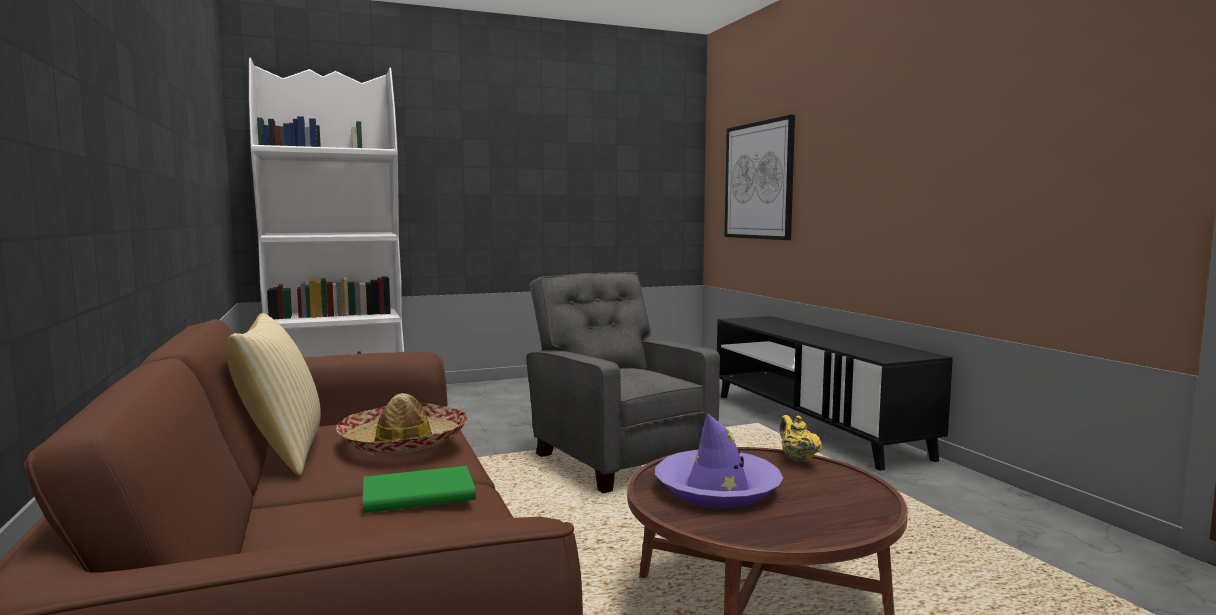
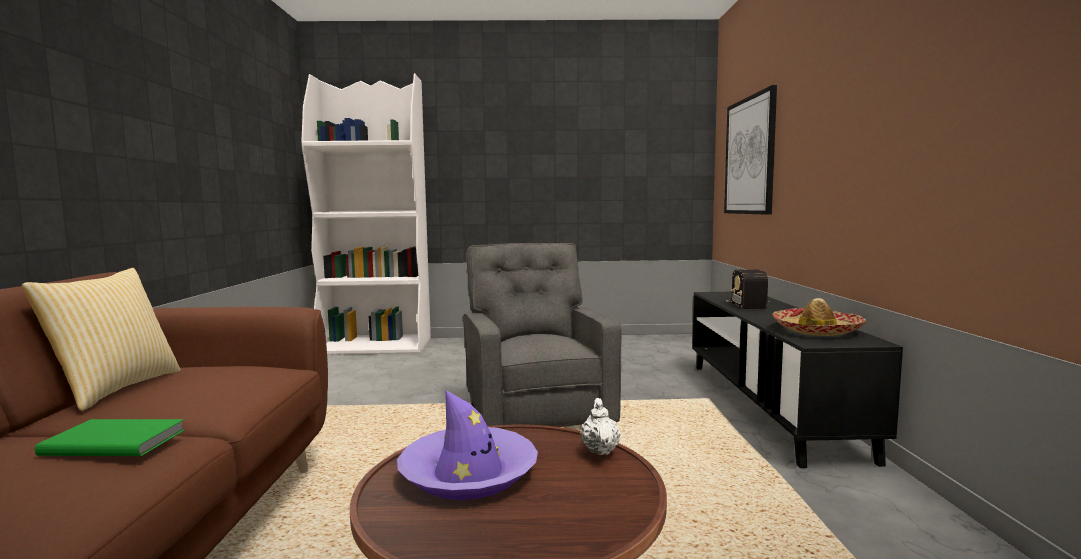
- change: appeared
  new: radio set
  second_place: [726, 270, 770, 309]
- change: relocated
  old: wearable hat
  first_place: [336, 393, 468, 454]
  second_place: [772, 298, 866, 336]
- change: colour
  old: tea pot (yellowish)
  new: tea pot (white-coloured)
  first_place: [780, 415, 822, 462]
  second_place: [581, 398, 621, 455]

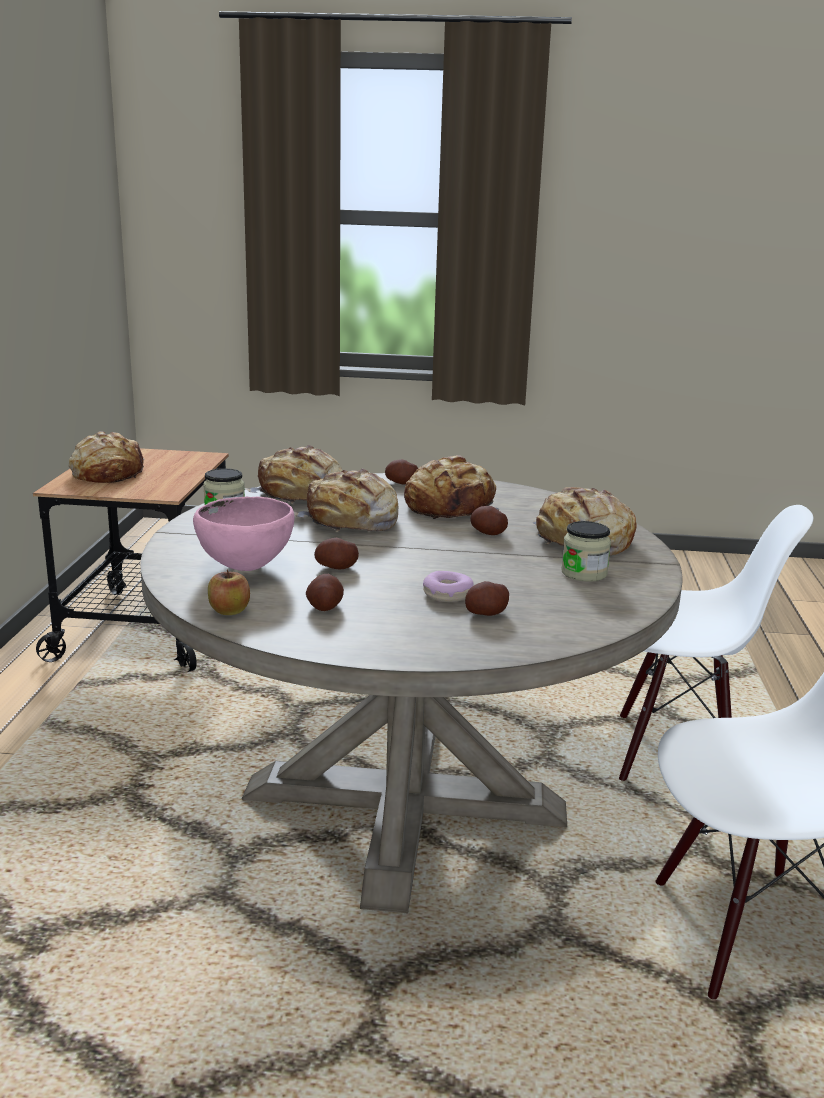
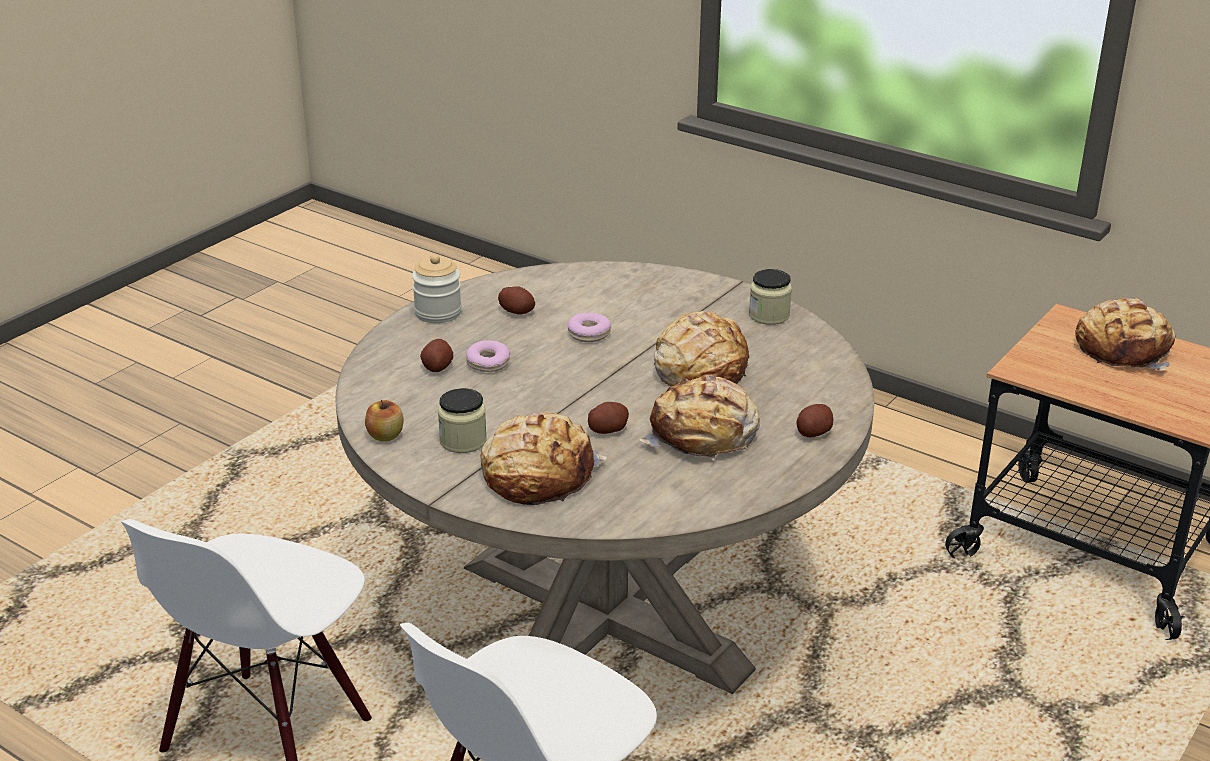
- change: missing
  old: serving bowl (pink)
  first_place: [193, 497, 294, 571]
- change: missing
  old: baked bread
  first_place: [244, 445, 342, 504]
- change: appeared
  new: preserve jar
  second_place: [412, 254, 462, 323]
- change: relocated
  old: whole apple
  first_place: [208, 569, 250, 615]
  second_place: [365, 400, 403, 442]
- change: exchanged
  old: potato
  new: donut
  first_place: [314, 538, 359, 569]
  second_place: [568, 313, 611, 342]

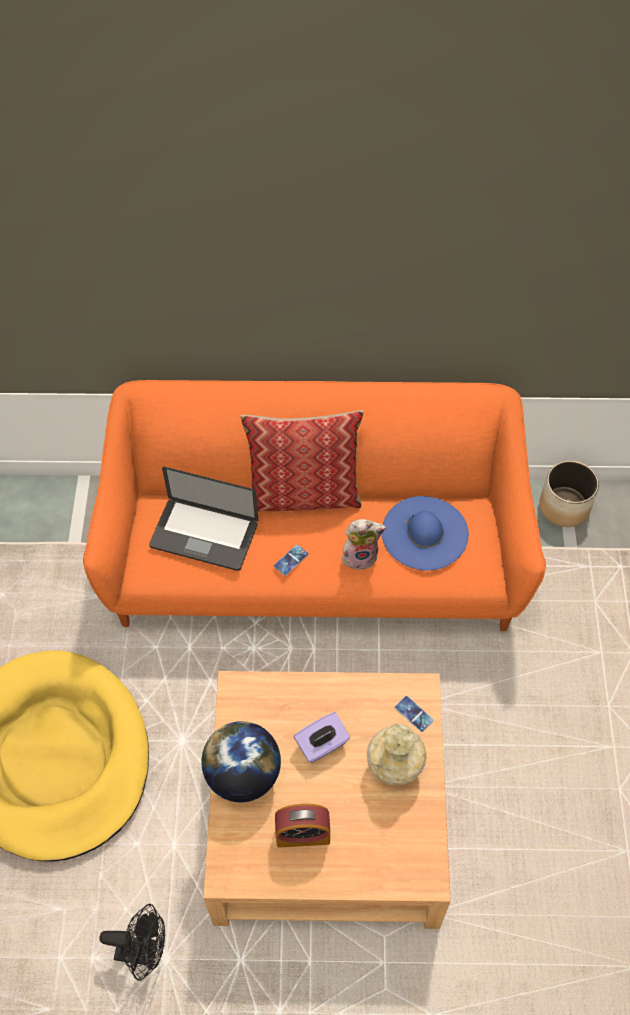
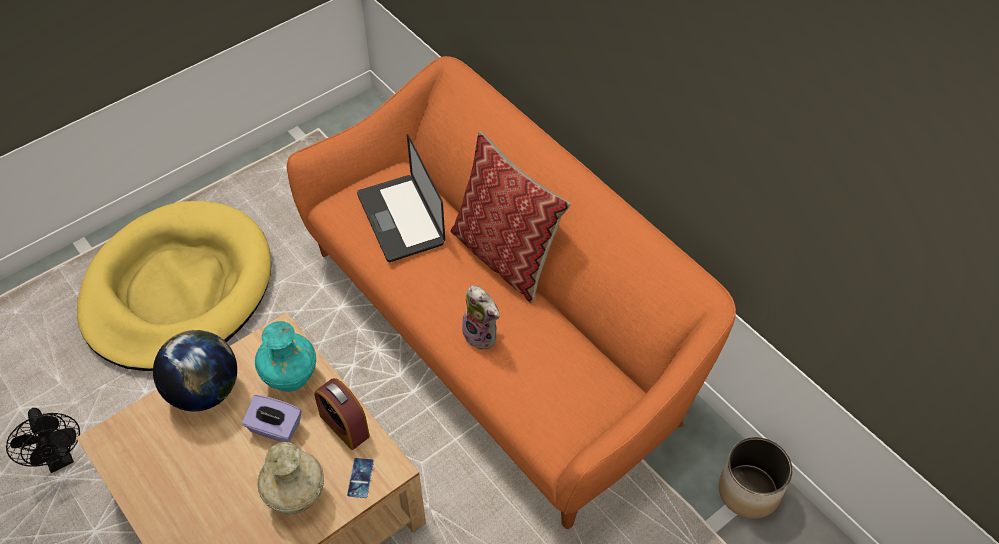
- change: missing
  old: phone
  first_place: [274, 545, 308, 576]
- change: missing
  old: wearable hat (blue)
  first_place: [382, 496, 469, 571]
- change: appeared
  new: vase (blue-green)
  second_place: [255, 321, 316, 391]
- change: relocated
  old: table clock
  first_place: [275, 804, 330, 848]
  second_place: [314, 378, 370, 450]

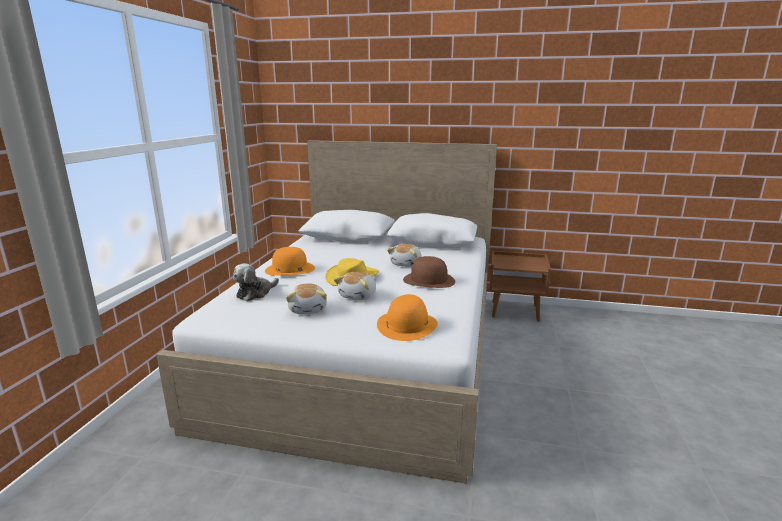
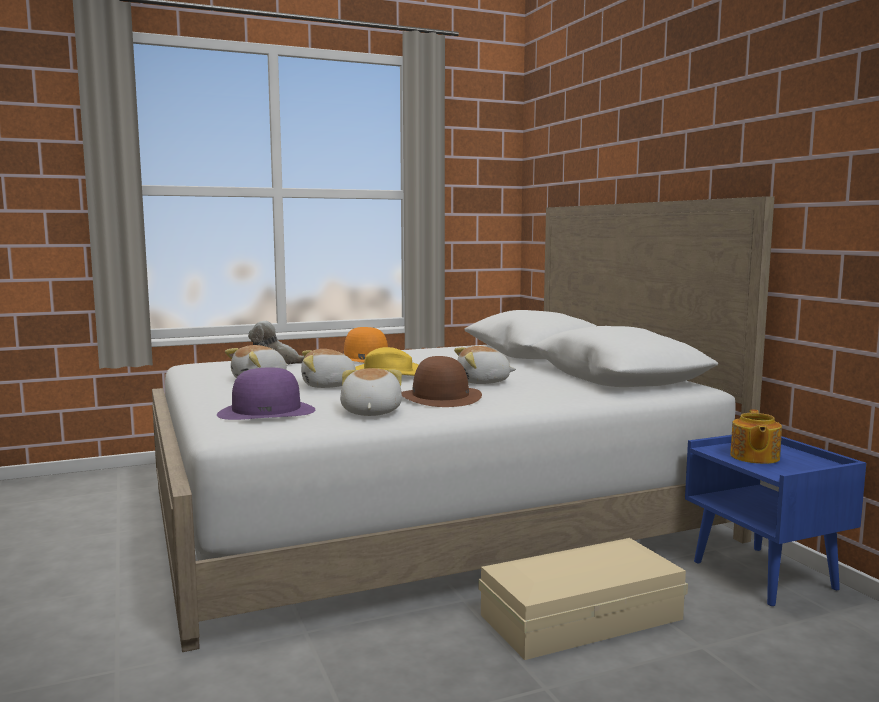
- change: appeared
  new: plush toy
  second_place: [340, 368, 402, 416]
- change: appeared
  new: storage bin (beige-coloured)
  second_place: [478, 538, 688, 660]
- change: appeared
  new: tea pot
  second_place: [730, 409, 782, 464]
- change: colour
  old: wearable hat (orangey)
  new: wearable hat (purplish)
  first_place: [377, 294, 438, 341]
  second_place: [217, 368, 315, 420]
- change: colour
  old: night table (brownish)
  new: night table (blue)
  first_place: [490, 251, 551, 322]
  second_place: [685, 435, 866, 606]

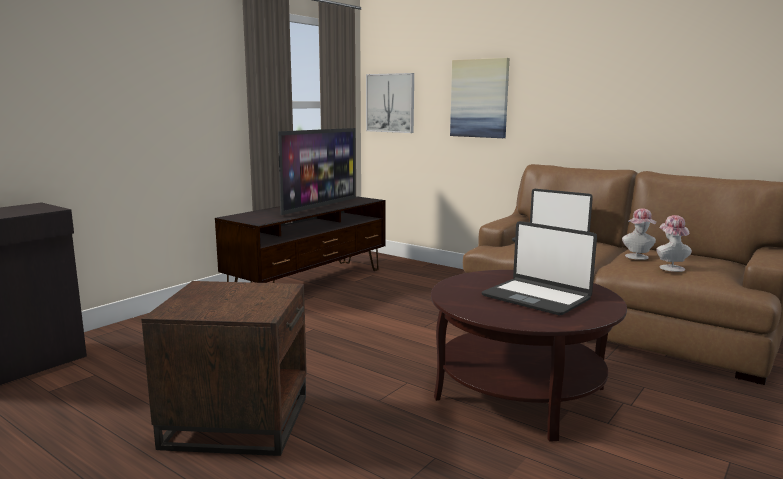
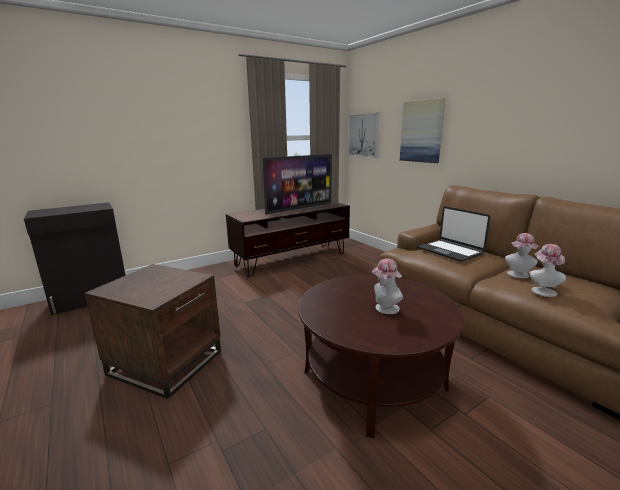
- change: exchanged
  old: notebook computer
  new: wearable hat
  first_place: [481, 221, 597, 315]
  second_place: [372, 258, 403, 314]

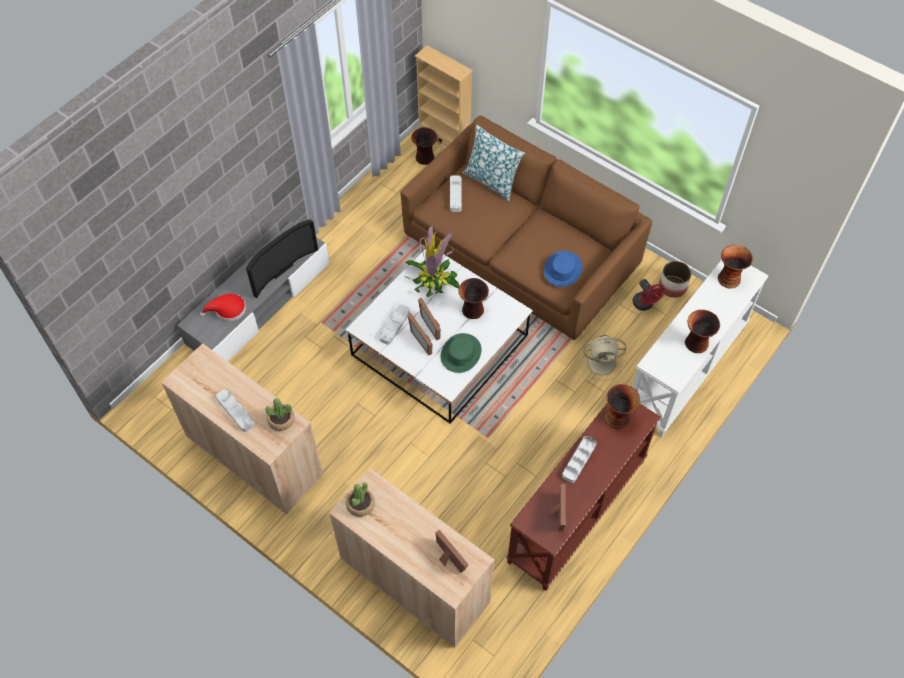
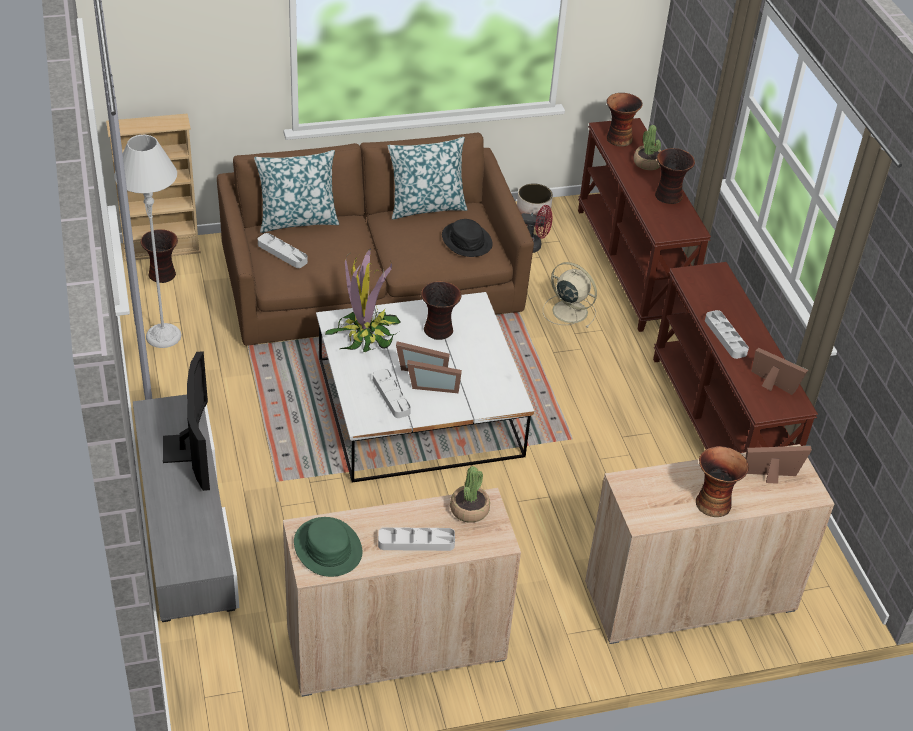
- change: missing
  old: wearable hat (red-coloured)
  first_place: [200, 293, 246, 322]
- change: appeared
  new: floor lamp (gray)
  second_place: [114, 135, 181, 348]
- change: appeared
  new: throw pillow
  second_place: [388, 137, 467, 220]
- change: relocated
  old: houseplant
  first_place: [346, 482, 375, 517]
  second_place: [634, 125, 661, 170]
- change: relocated
  old: wearable hat (green-coloured)
  first_place: [441, 333, 481, 373]
  second_place: [294, 517, 362, 577]
- change: relocated
  old: vase
  first_place: [605, 384, 640, 429]
  second_place: [696, 446, 749, 517]
- change: colour
  old: wearable hat (blue)
  new: wearable hat (black)
  first_place: [544, 251, 583, 287]
  second_place: [442, 219, 493, 257]
- change: colour
  old: console table (white-coloured)
  new: console table (brownish)
  first_place: [632, 260, 769, 437]
  second_place: [578, 118, 711, 332]
- change: spun
  old: fan (beige-coloured)
  first_place: [579, 335, 626, 380]
  second_place: [543, 262, 597, 328]
  degrees: -90

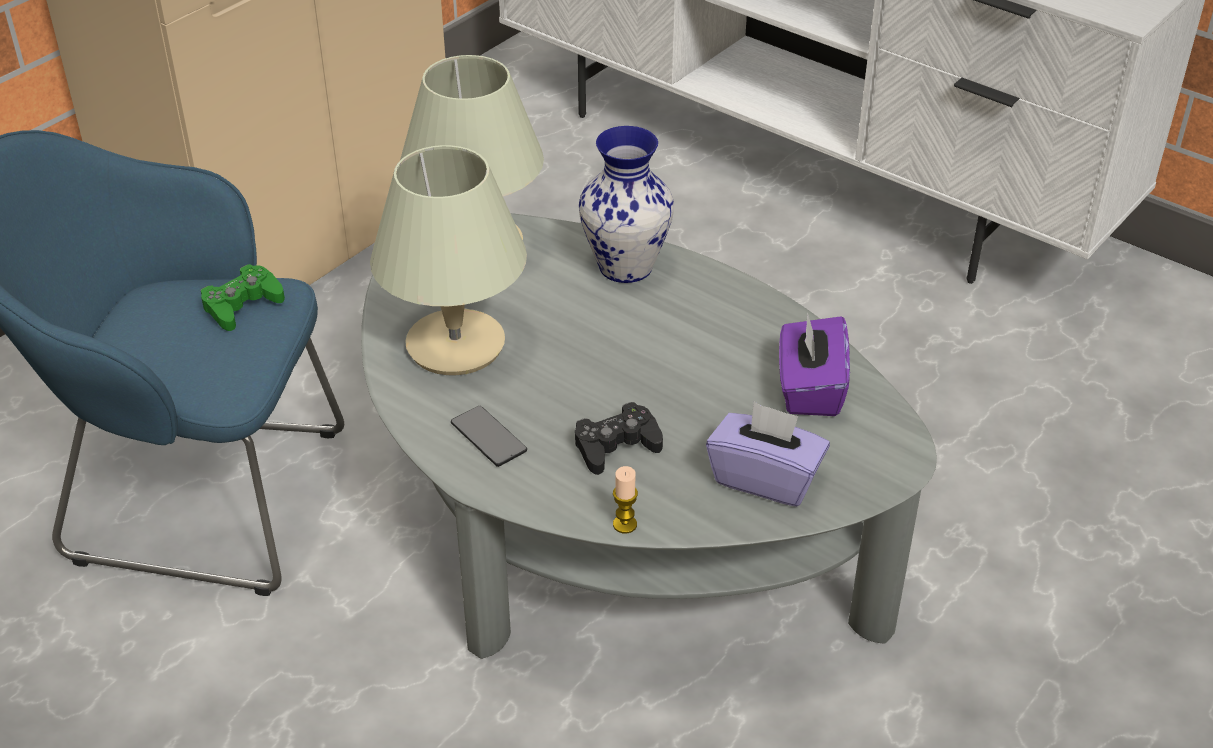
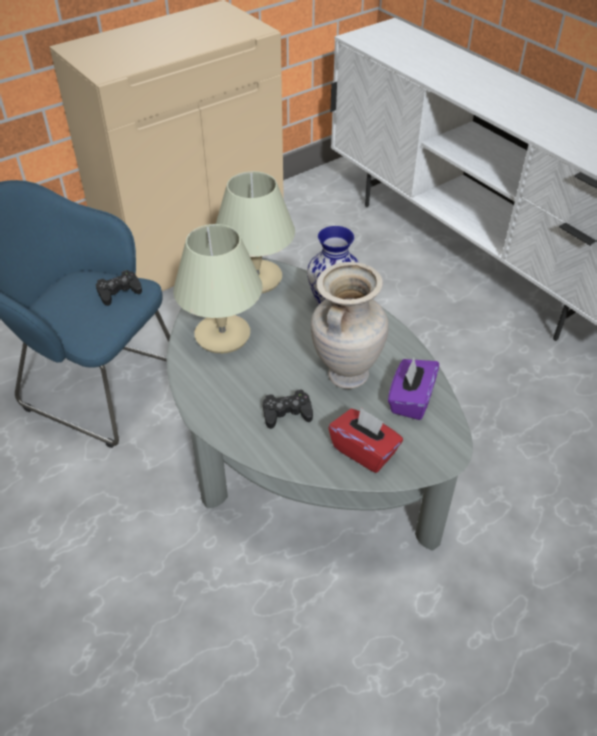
- change: missing
  old: phone
  first_place: [451, 406, 527, 467]
- change: missing
  old: wax light
  first_place: [613, 466, 638, 534]
- change: appeared
  new: vase (beige-coloured)
  second_place: [311, 262, 389, 389]
- change: colour
  old: joypad (green-coloured)
  new: joypad (black)
  first_place: [201, 264, 285, 331]
  second_place: [96, 270, 142, 306]
- change: colour
  old: box of tissues (purplish)
  new: box of tissues (red-coloured)
  first_place: [706, 402, 830, 507]
  second_place: [329, 408, 403, 473]

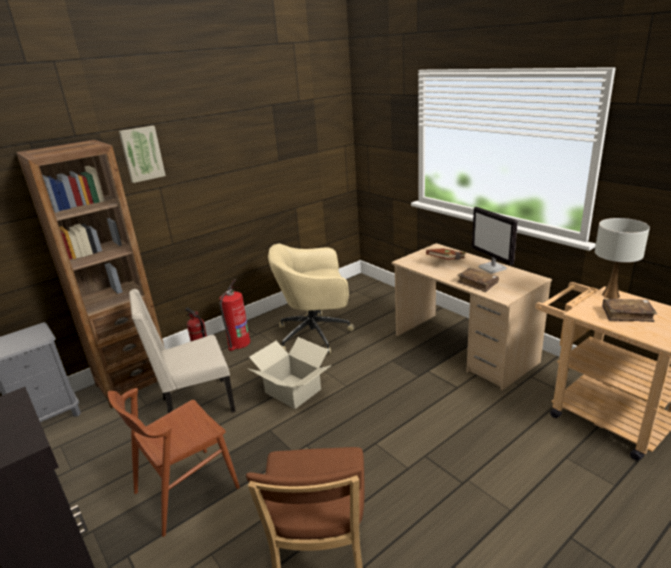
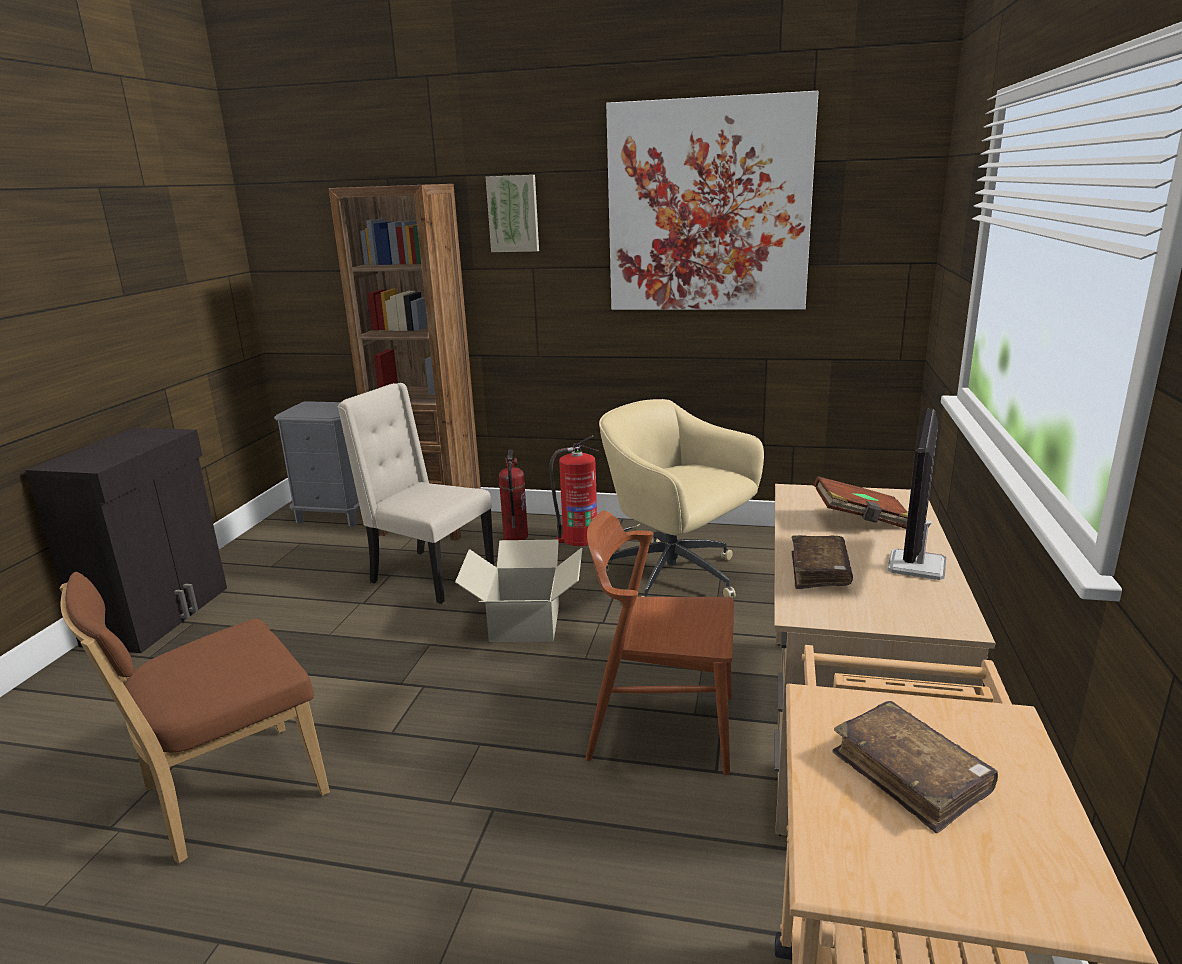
- change: missing
  old: table lamp (white-coloured)
  first_place: [595, 218, 650, 299]
- change: appeared
  new: picture
  second_place: [606, 91, 819, 310]
- change: relocated
  old: plain chair (brownish)
  first_place: [108, 388, 240, 537]
  second_place: [585, 511, 734, 775]

